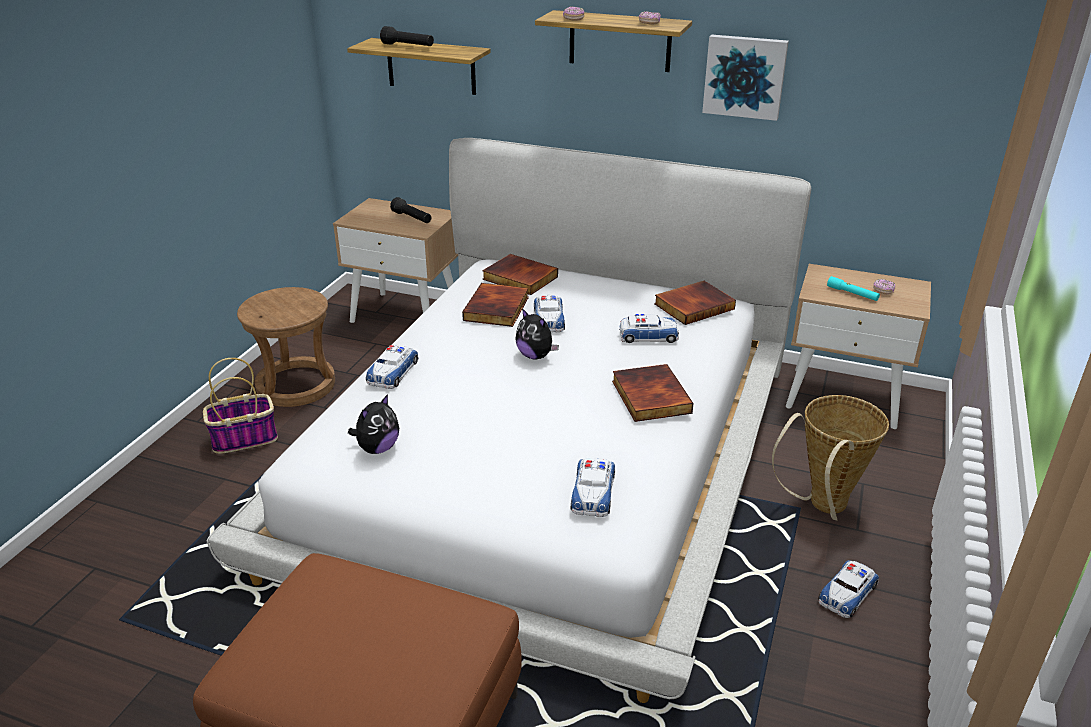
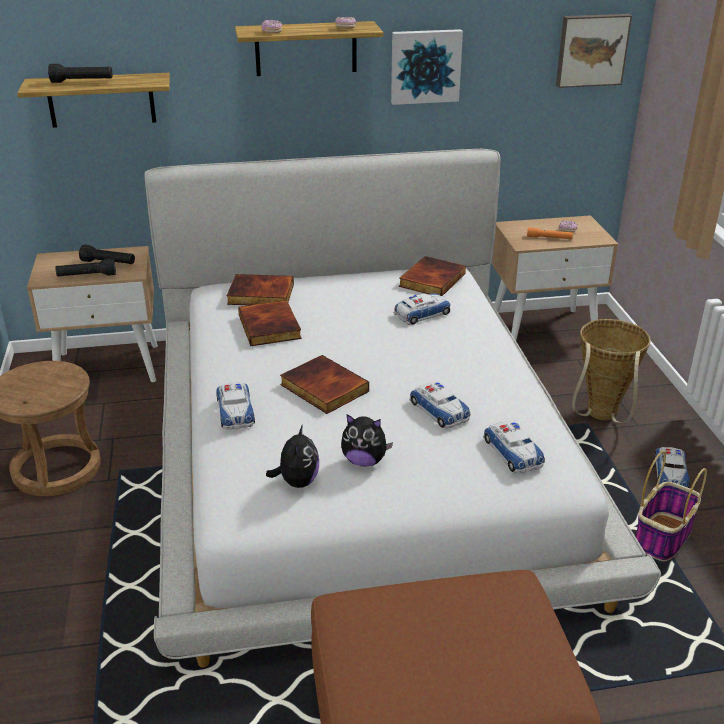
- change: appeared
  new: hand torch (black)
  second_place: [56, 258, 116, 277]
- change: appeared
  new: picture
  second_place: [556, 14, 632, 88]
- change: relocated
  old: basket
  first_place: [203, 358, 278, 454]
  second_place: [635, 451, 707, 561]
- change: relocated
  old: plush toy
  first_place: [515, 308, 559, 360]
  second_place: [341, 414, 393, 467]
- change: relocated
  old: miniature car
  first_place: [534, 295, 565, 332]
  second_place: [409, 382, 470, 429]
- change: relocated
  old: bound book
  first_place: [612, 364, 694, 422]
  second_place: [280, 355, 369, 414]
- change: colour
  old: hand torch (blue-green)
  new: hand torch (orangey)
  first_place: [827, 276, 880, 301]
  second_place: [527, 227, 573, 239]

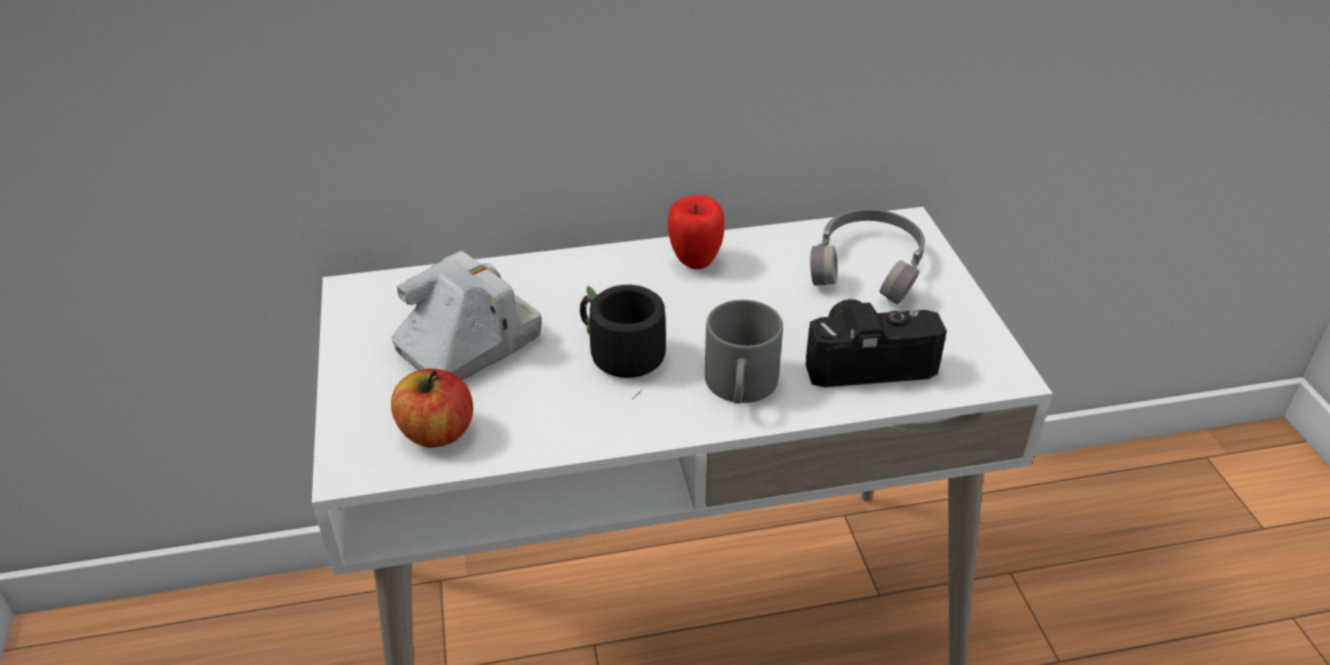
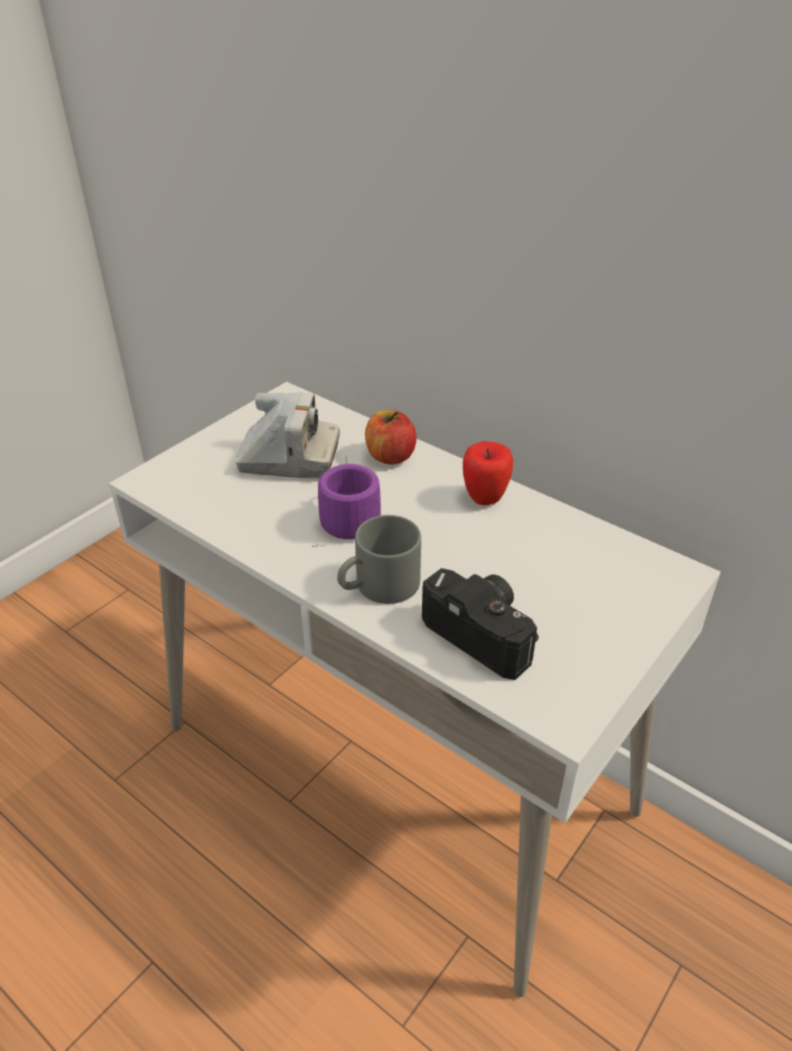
- change: missing
  old: headset (gray)
  first_place: [810, 209, 925, 305]
- change: relocated
  old: whole apple
  first_place: [391, 369, 473, 448]
  second_place: [365, 410, 417, 464]
- change: colour
  old: mug (black)
  new: mug (purplish)
  first_place: [580, 285, 666, 400]
  second_place: [312, 457, 381, 547]

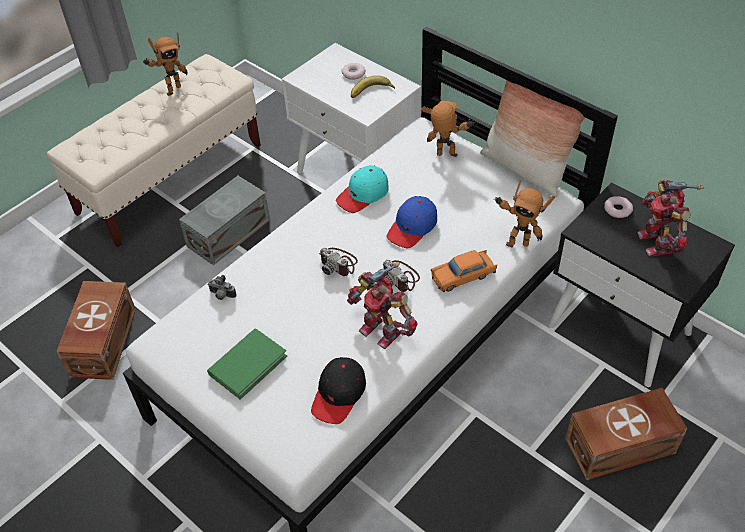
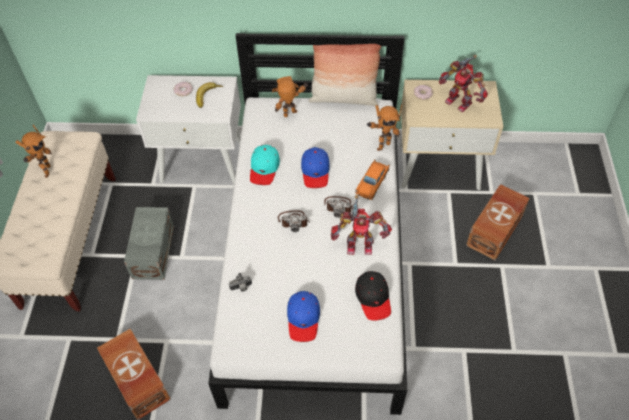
- change: exchanged
  old: bound book (green-coloured)
  new: baseball cap (blue)
  first_place: [207, 328, 287, 400]
  second_place: [287, 291, 320, 342]
- change: colour
  old: night table (black)
  new: night table (beige-coloured)
  first_place: [548, 182, 735, 387]
  second_place: [400, 80, 503, 190]

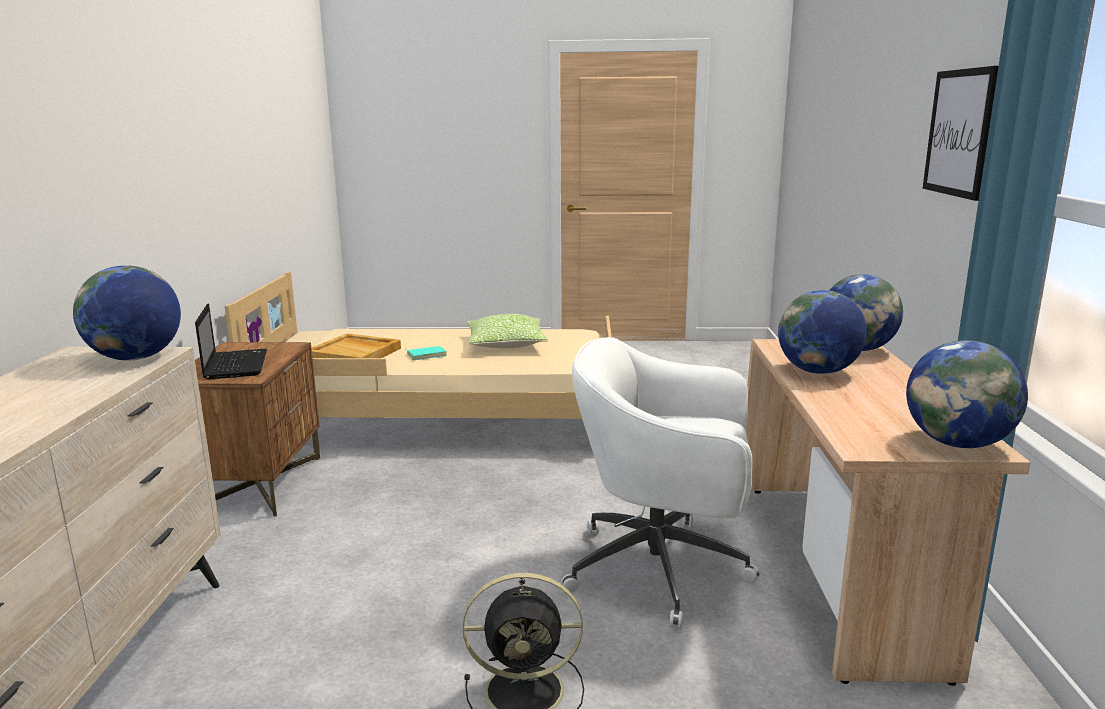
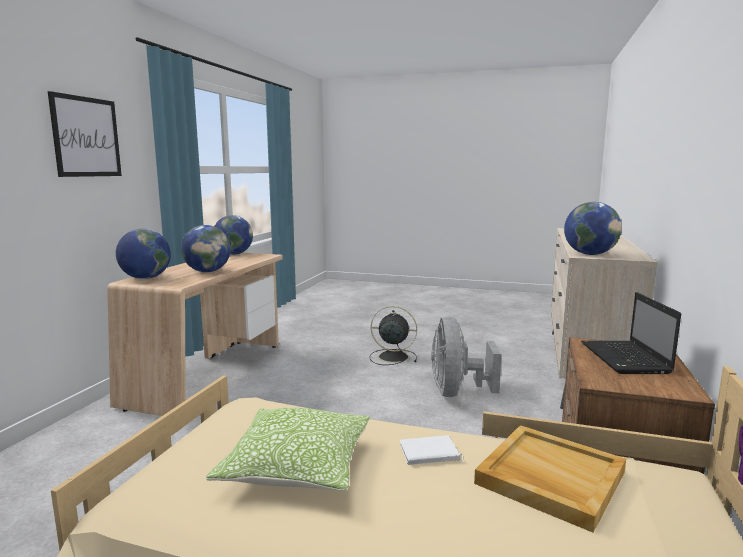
- change: missing
  old: computer chair (white-coloured)
  first_place: [562, 337, 760, 629]
- change: appeared
  new: fan (gray)
  second_place: [431, 317, 502, 397]
- change: colour
  old: bound book (blue-green)
  new: bound book (white-coloured)
  first_place: [405, 346, 447, 360]
  second_place: [399, 435, 464, 465]

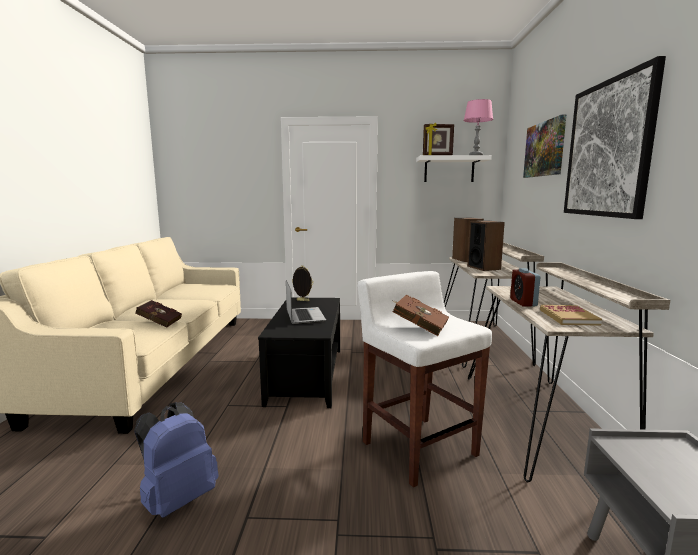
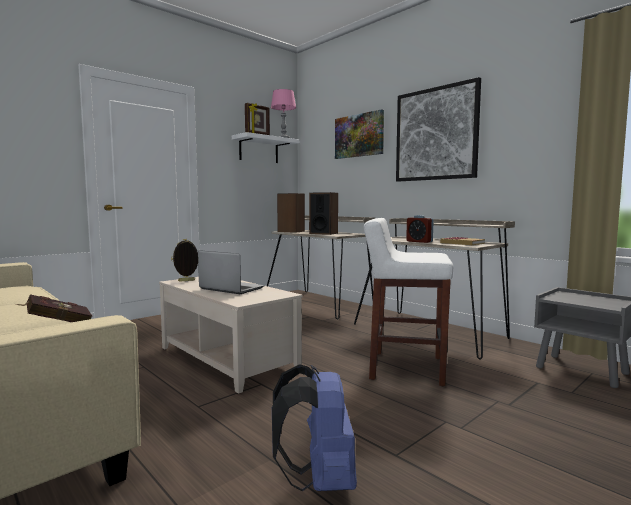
- change: missing
  old: bound book (brownish)
  first_place: [392, 295, 449, 336]
- change: colour
  old: low table (black)
  new: low table (beige-coloured)
  first_place: [258, 297, 340, 408]
  second_place: [159, 277, 303, 394]

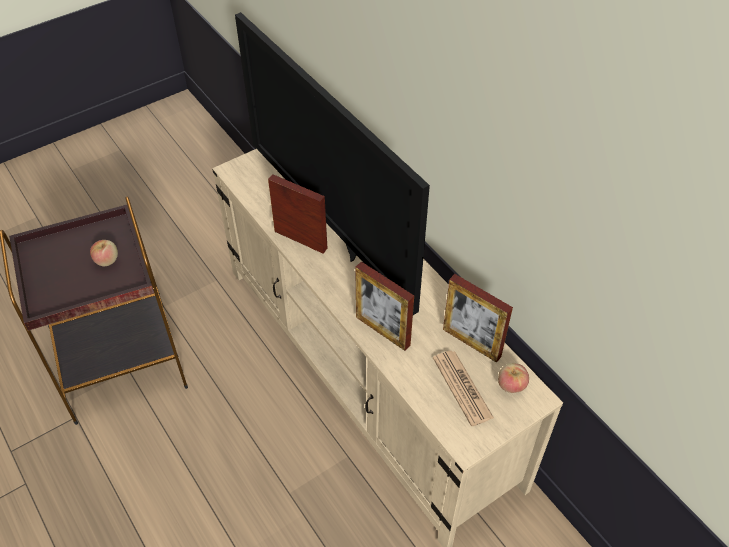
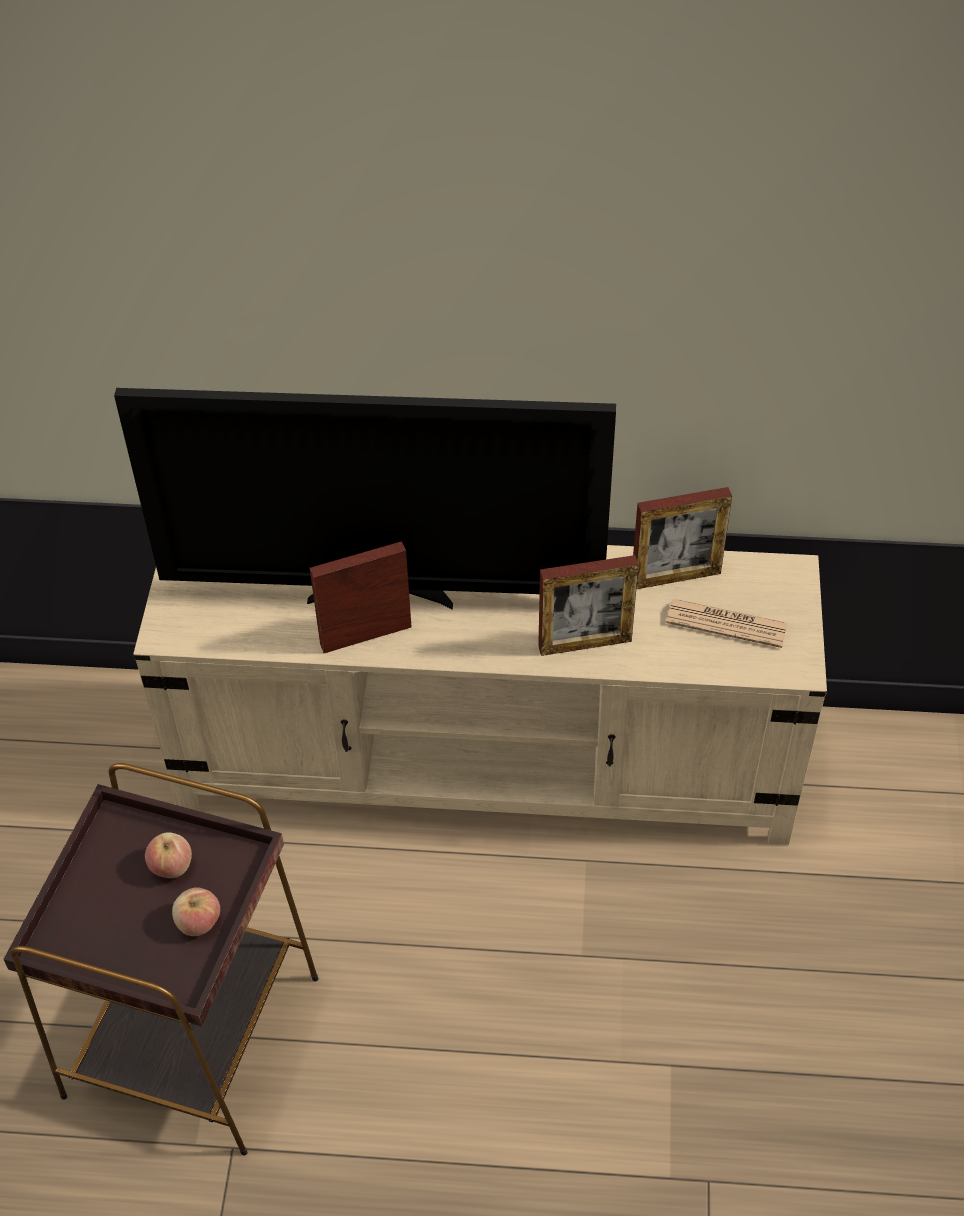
- change: relocated
  old: whole apple
  first_place: [498, 363, 529, 393]
  second_place: [172, 887, 220, 936]

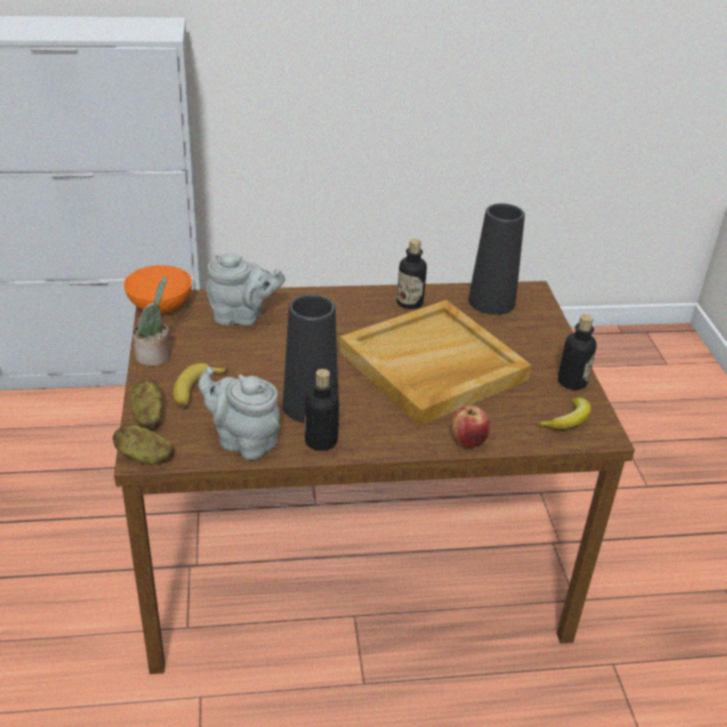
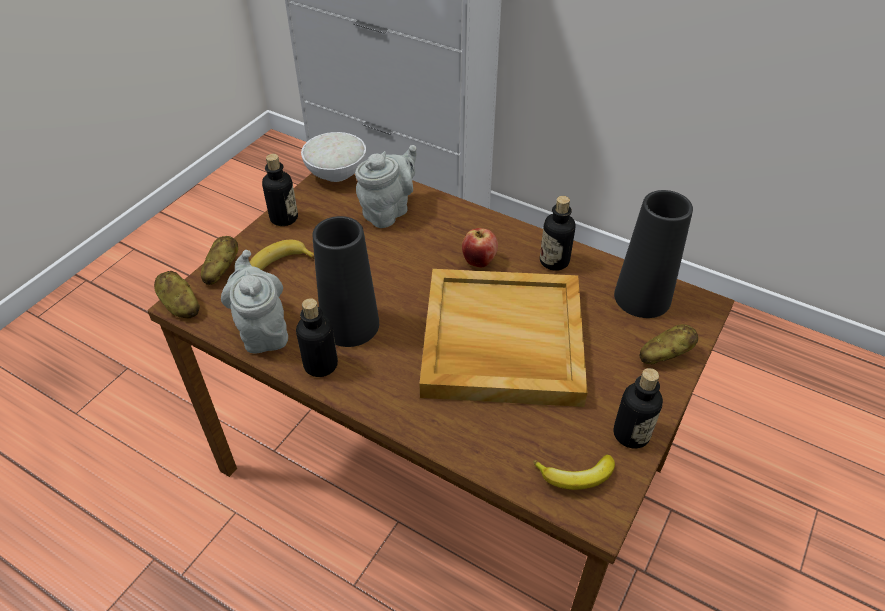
- change: appeared
  new: potato
  second_place: [640, 324, 698, 364]
- change: relocated
  old: whole apple
  first_place: [451, 405, 490, 448]
  second_place: [462, 228, 498, 268]
- change: exchanged
  old: houseplant
  new: bottle
  first_place: [132, 276, 170, 366]
  second_place: [262, 154, 298, 226]
- change: colour
  old: serving bowl (orangey)
  new: serving bowl (white-coloured)
  first_place: [124, 265, 192, 315]
  second_place: [301, 132, 366, 182]
- change: spun
  old: tea pot (gray)
  first_place: [206, 252, 285, 326]
  second_place: [355, 145, 417, 228]
  degrees: -90

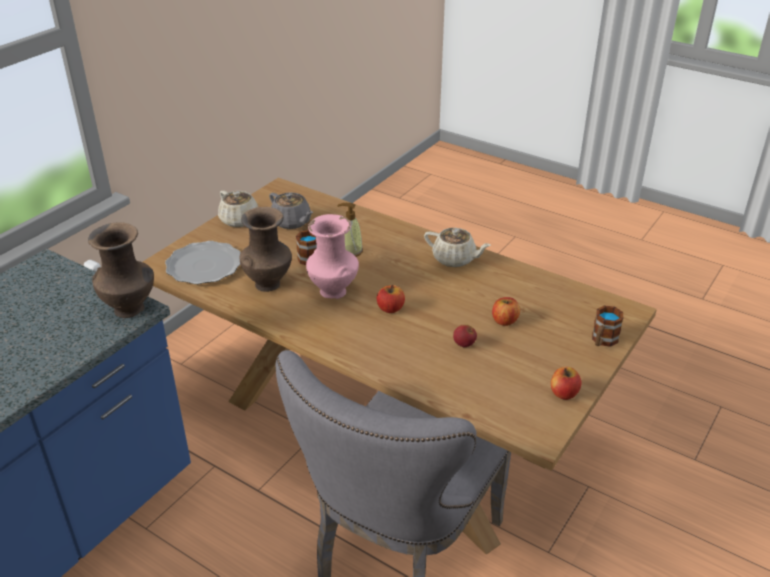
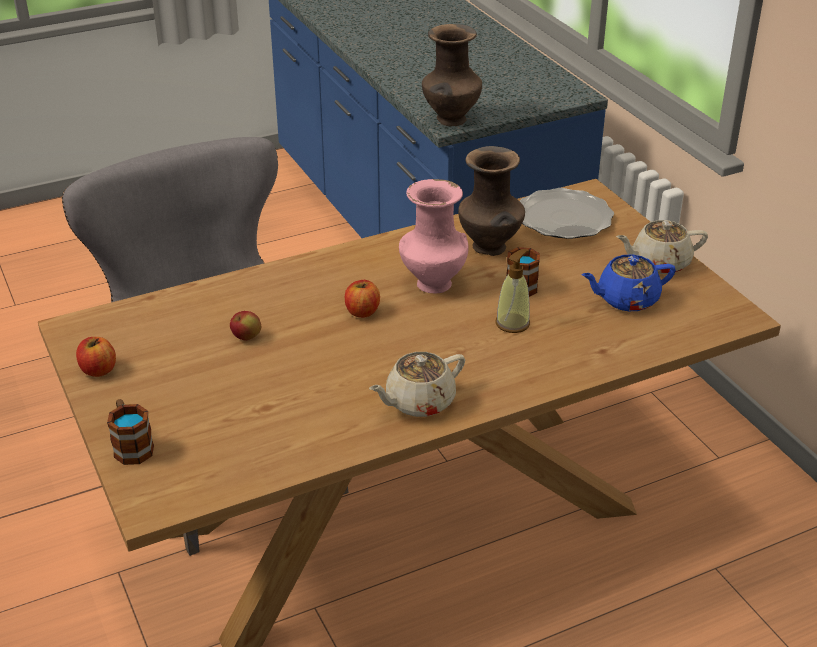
- change: missing
  old: whole apple
  first_place: [492, 297, 520, 326]
- change: colour
  old: tea pot (gray)
  new: tea pot (blue)
  first_place: [269, 192, 313, 229]
  second_place: [582, 255, 676, 311]

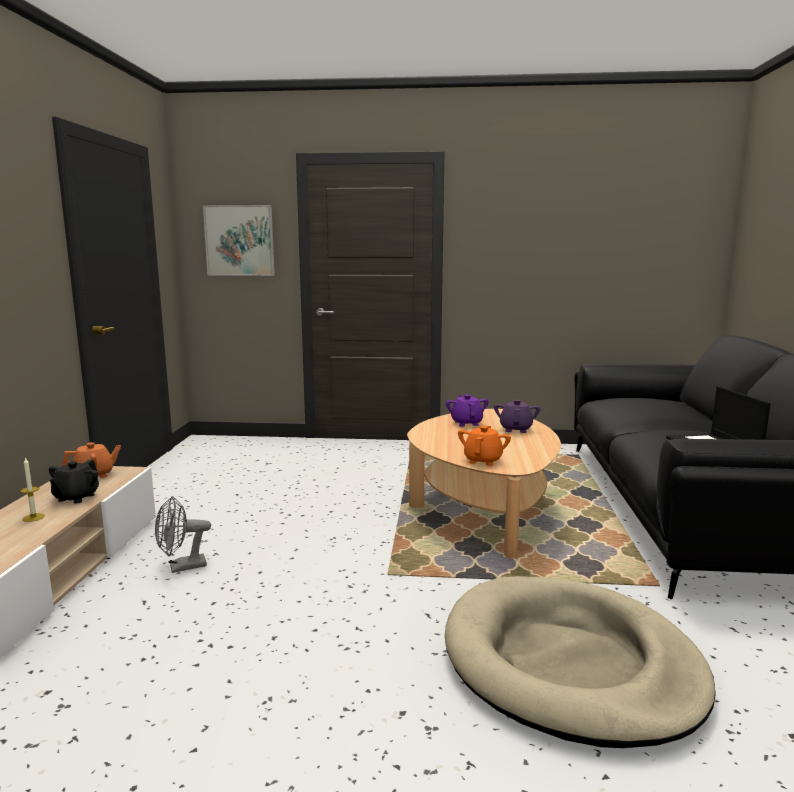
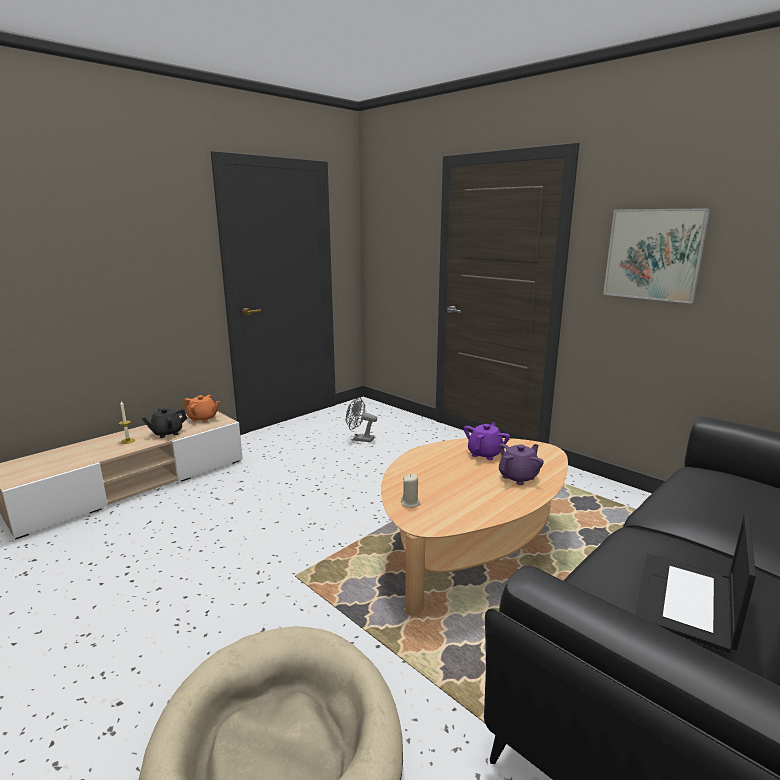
- change: relocated
  old: fan (gray)
  first_place: [155, 496, 211, 573]
  second_place: [346, 397, 377, 442]
- change: relocated
  old: picture
  first_place: [203, 205, 275, 276]
  second_place: [603, 208, 710, 304]
- change: exchanged
  old: tea pot (orangey)
  new: wax light (beige-coloured)
  first_place: [458, 426, 511, 466]
  second_place: [401, 474, 421, 508]

